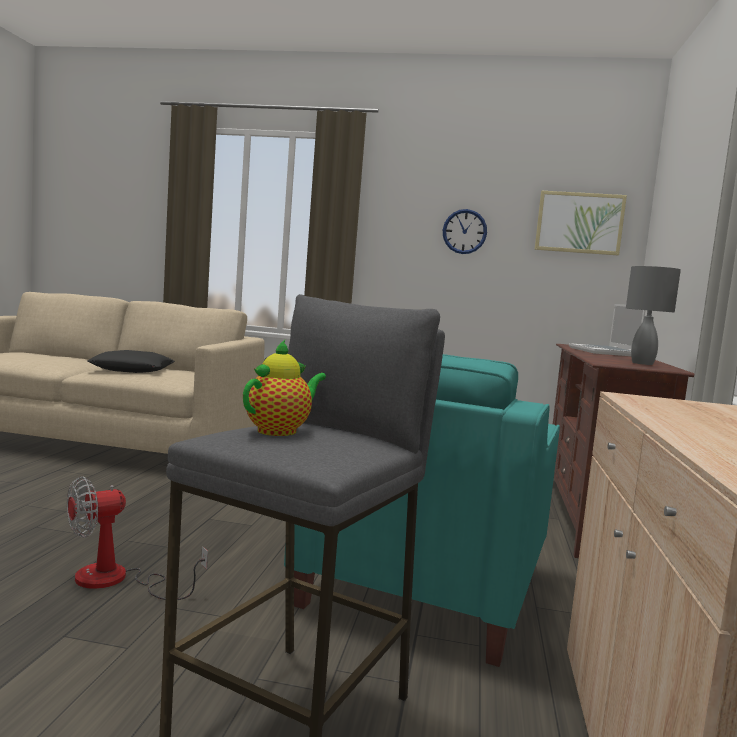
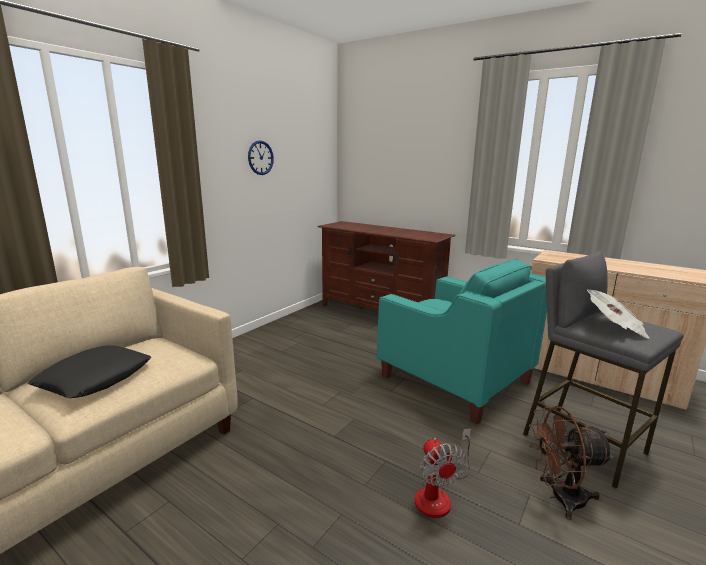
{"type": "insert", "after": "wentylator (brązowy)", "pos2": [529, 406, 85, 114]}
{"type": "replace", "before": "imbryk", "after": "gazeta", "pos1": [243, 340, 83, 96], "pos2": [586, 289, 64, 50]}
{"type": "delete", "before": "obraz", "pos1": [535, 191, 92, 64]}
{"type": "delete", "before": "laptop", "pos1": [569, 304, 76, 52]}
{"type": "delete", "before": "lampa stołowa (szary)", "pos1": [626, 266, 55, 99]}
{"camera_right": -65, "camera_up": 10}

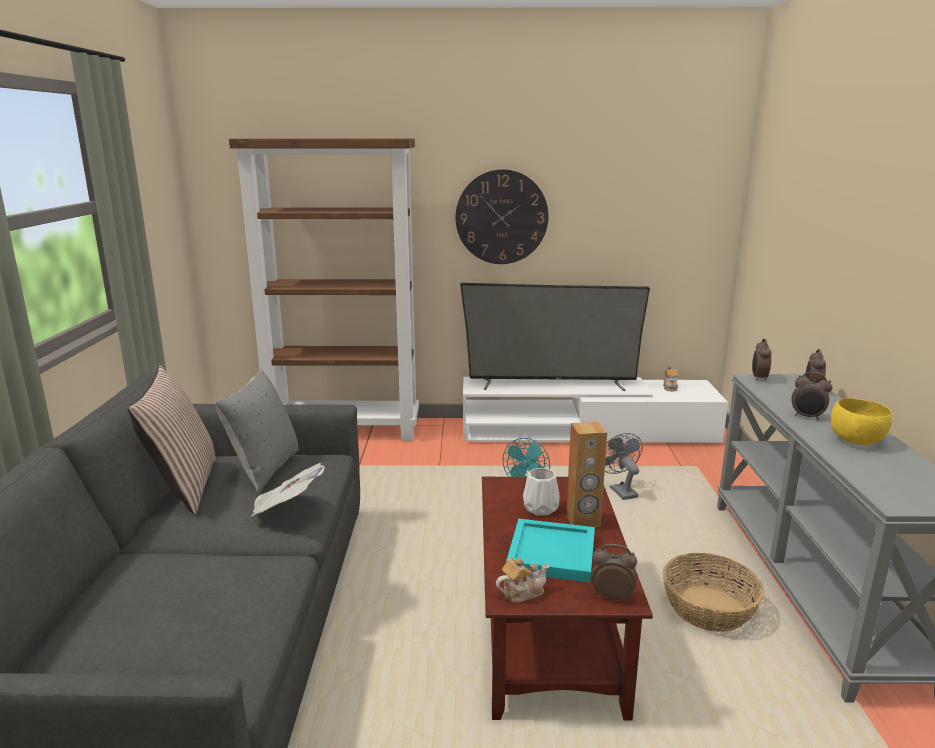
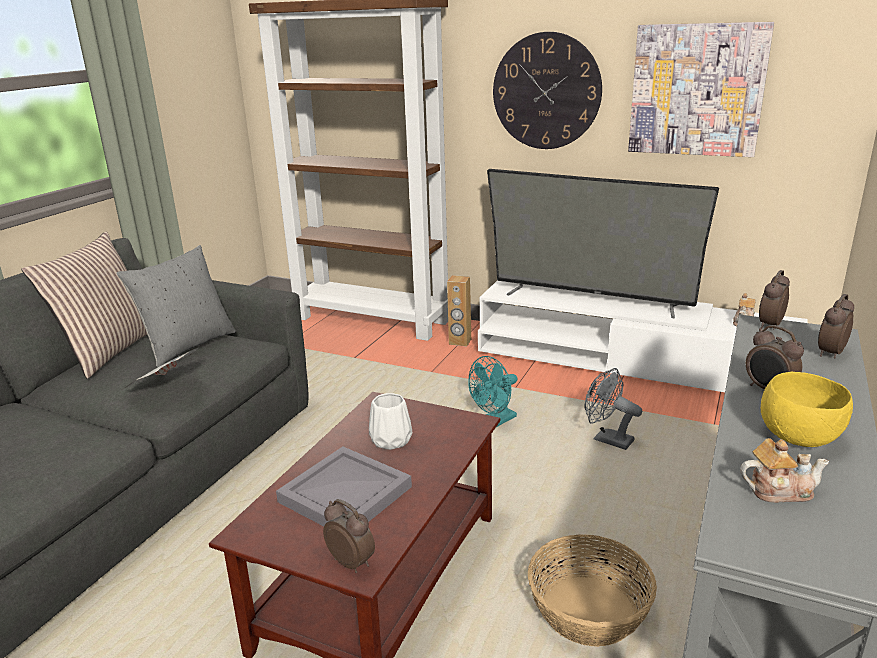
{"type": "recolor", "before": "taca (turkusowy)", "after": "taca (szary)", "pos1": [506, 519, 89, 64], "pos2": [276, 446, 136, 80]}
{"type": "move", "before": "głośnik (brązowy)", "pos1": [566, 422, 41, 105], "pos2": [447, 275, 24, 71]}
{"type": "rotate", "before": "wentylator (szary)", "pos1": [605, 433, 38, 67], "pos2": [584, 368, 58, 82], "turn": -60}
{"type": "insert", "after": "obraz", "pos2": [628, 22, 146, 135]}
{"type": "move", "before": "imbryk", "pos1": [496, 558, 53, 45], "pos2": [740, 438, 89, 65]}
{"camera_right": 25, "camera_up": 5}

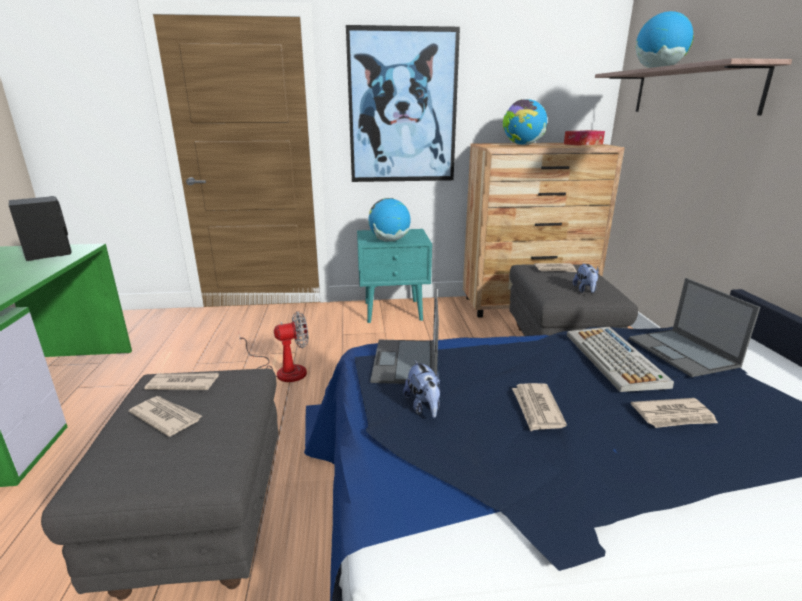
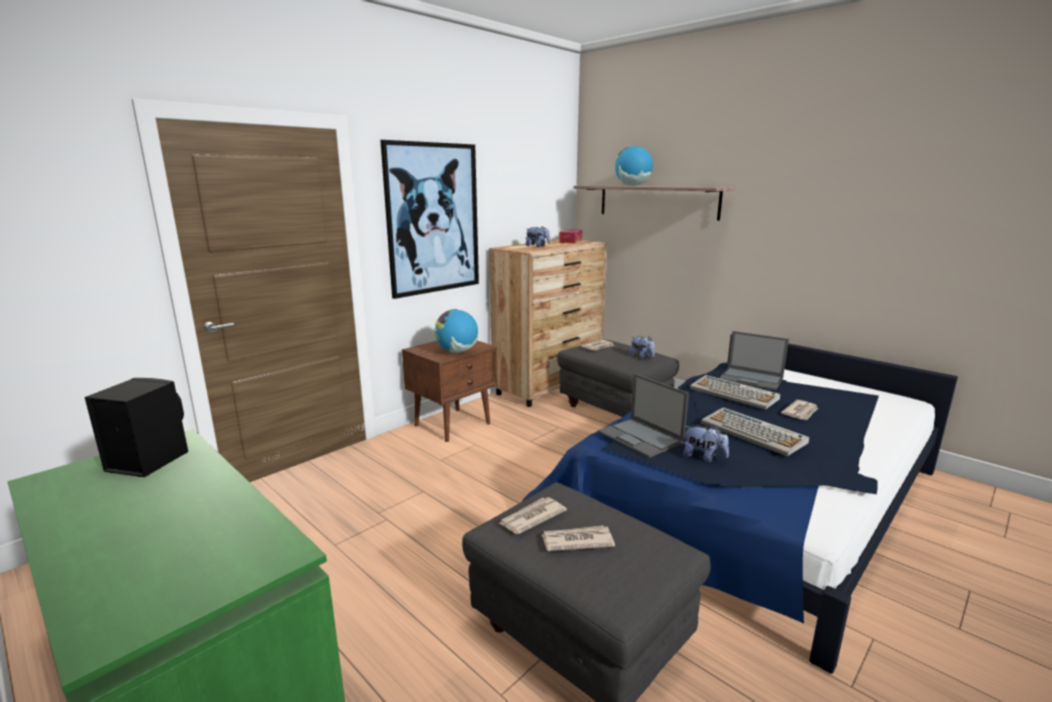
{"type": "recolor", "before": "szafka nocna (turkusowy)", "after": "szafka nocna (brązowy)", "pos1": [357, 229, 75, 94], "pos2": [402, 341, 96, 101]}
{"type": "replace", "before": "globus", "after": "pluszak", "pos1": [503, 99, 44, 46], "pos2": [526, 226, 24, 21]}
{"type": "replace", "before": "gazeta", "after": "klawiatura", "pos1": [512, 383, 55, 48], "pos2": [701, 407, 108, 49]}
{"type": "delete", "before": "wentylator", "pos1": [239, 311, 70, 71]}
{"camera_right": -40, "camera_up": -5}

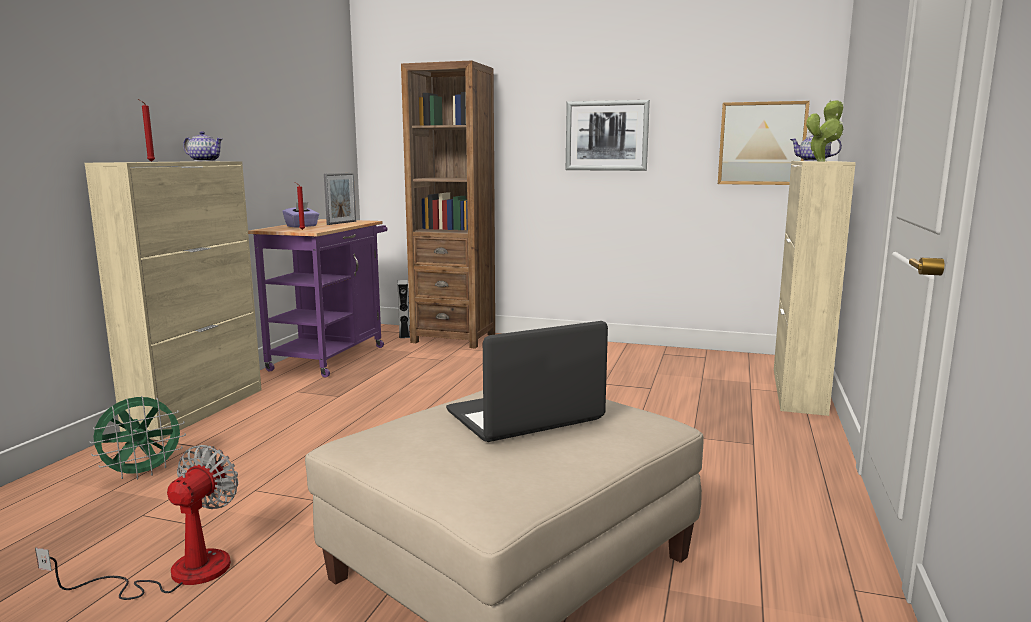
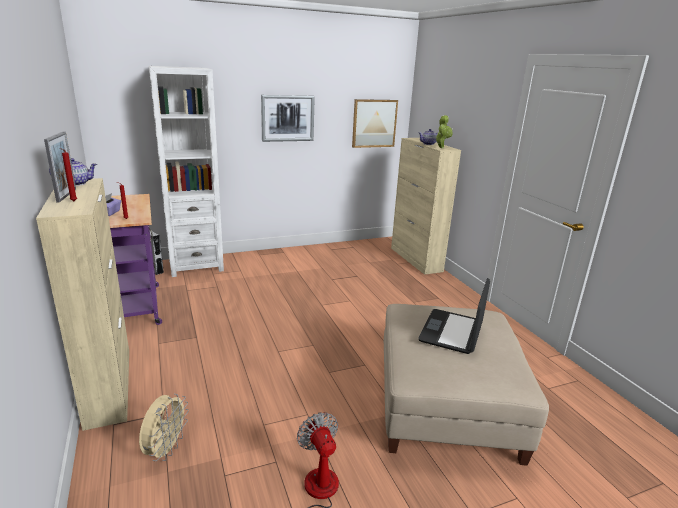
{"type": "move", "before": "ramka na zdjęcie", "pos1": [324, 173, 32, 52], "pos2": [44, 131, 32, 72]}
{"type": "recolor", "before": "wentylator (zielony)", "after": "wentylator (beżowy)", "pos1": [89, 396, 97, 84], "pos2": [139, 394, 50, 67]}
{"type": "recolor", "before": "regał (brązowy)", "after": "regał (biały)", "pos1": [401, 60, 94, 289], "pos2": [149, 66, 75, 211]}
{"camera_right": -40, "camera_up": 10}

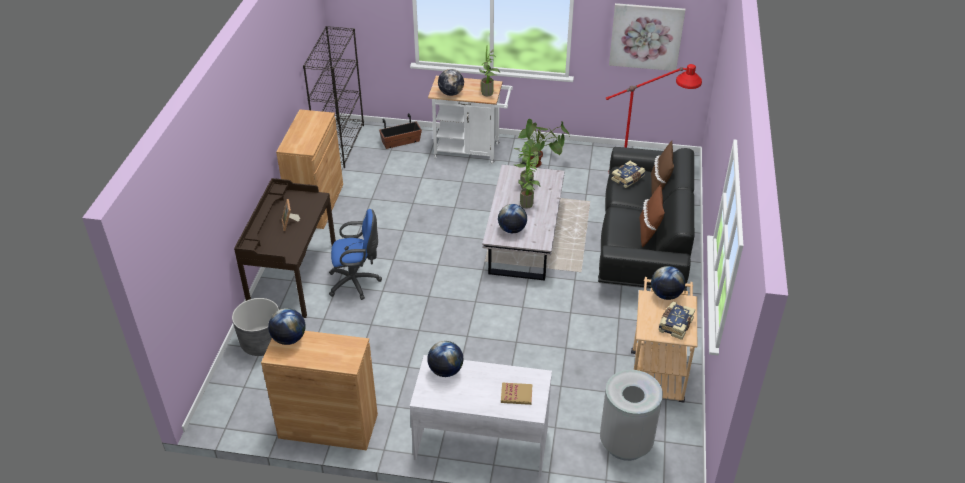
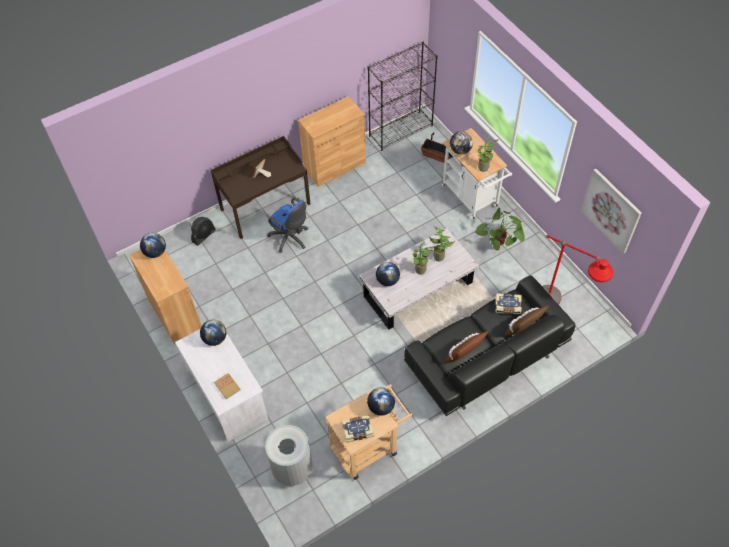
{"type": "replace", "before": "donica (szary)", "after": "wentylator (czarny)", "pos1": [232, 298, 47, 58], "pos2": [191, 217, 25, 29]}
{"camera_right": 50, "camera_up": 15}

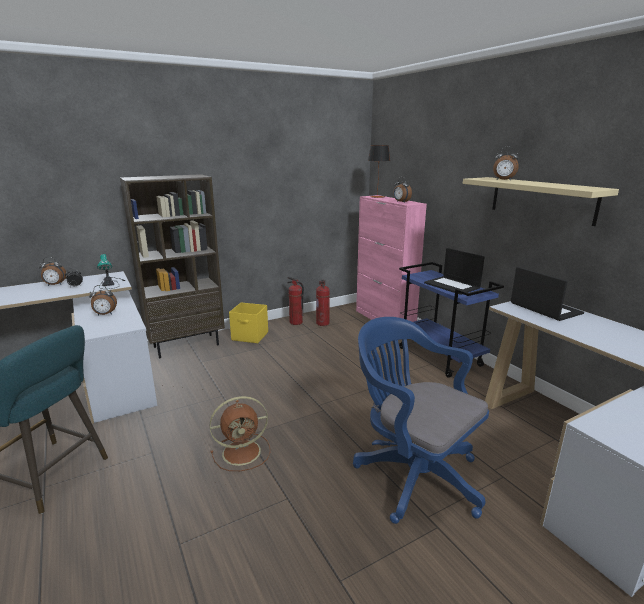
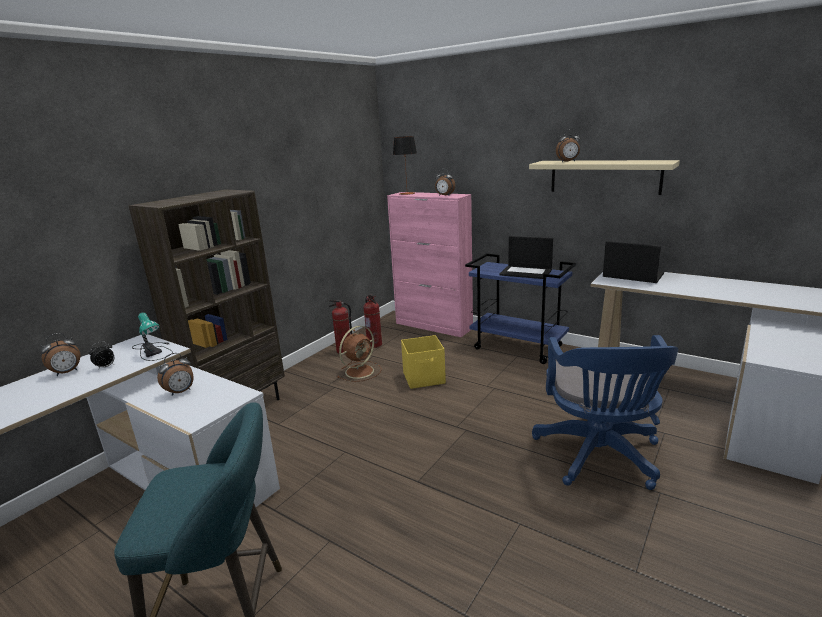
{"type": "move", "before": "wentylator (brązowy)", "pos1": [210, 396, 60, 75], "pos2": [337, 326, 45, 56]}
{"type": "move", "before": "pojemnik do przechowywania (żółty)", "pos1": [229, 302, 39, 41], "pos2": [401, 335, 45, 54]}
{"type": "rotate", "before": "krzesło biurowe (niebieski)", "pos1": [353, 317, 136, 207], "pos2": [532, 335, 146, 155], "turn": -105}
{"camera_right": -25, "camera_up": 0}

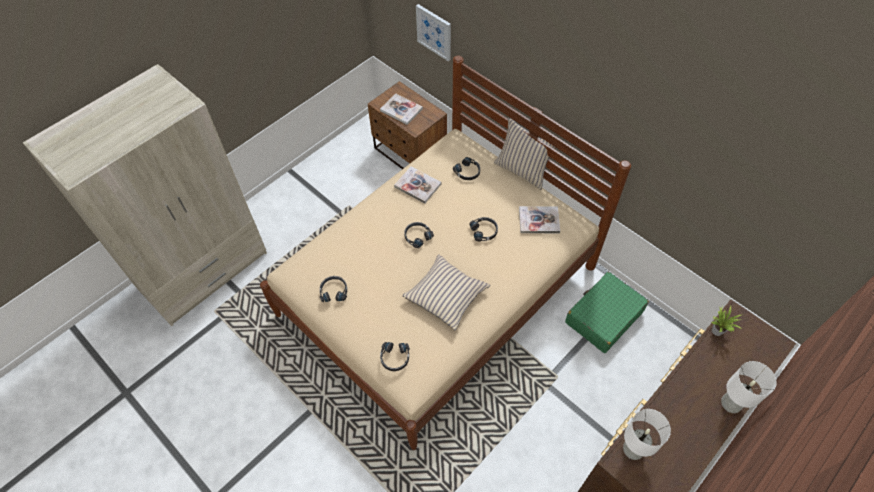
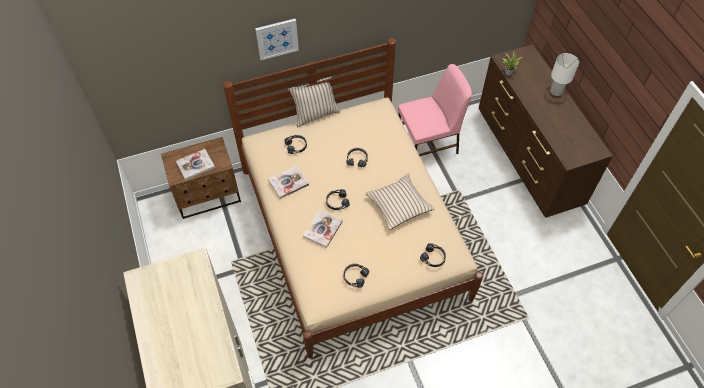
{"type": "move", "before": "obraz", "pos1": [416, 4, 35, 57], "pos2": [255, 19, 44, 41]}
{"type": "move", "before": "książka", "pos1": [519, 206, 41, 27], "pos2": [303, 210, 40, 38]}
{"type": "replace", "before": "walizka (zielony)", "after": "krzesło (różowy)", "pos1": [565, 272, 84, 81], "pos2": [398, 64, 74, 92]}
{"type": "delete", "before": "lampa stołowa (biały)", "pos1": [623, 409, 48, 51]}
{"camera_right": -65, "camera_up": 0}

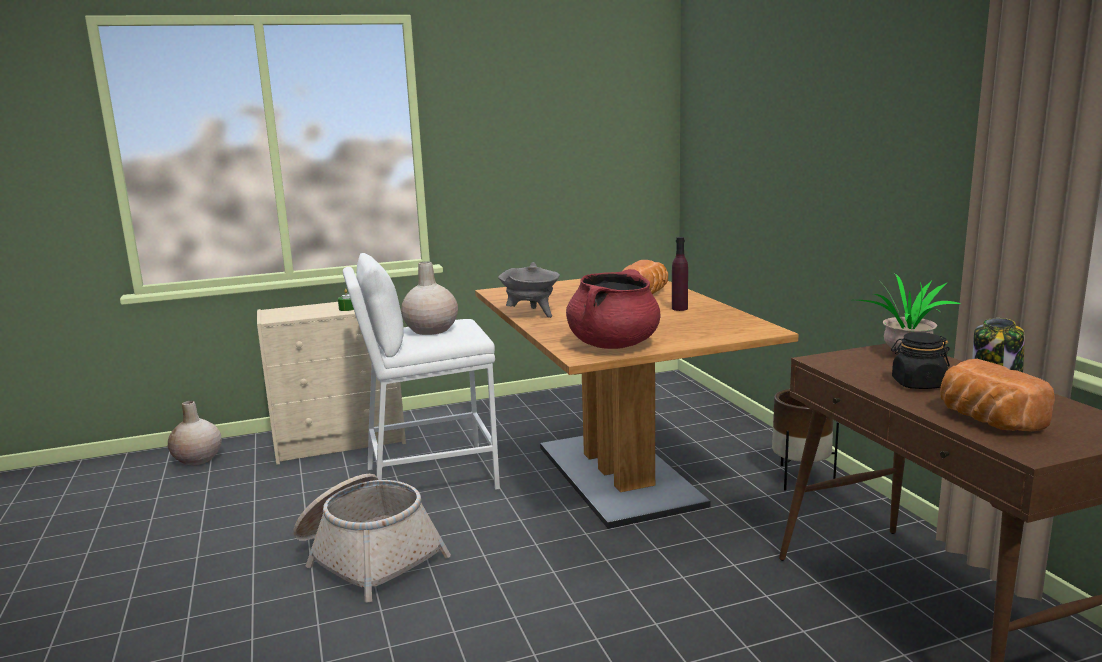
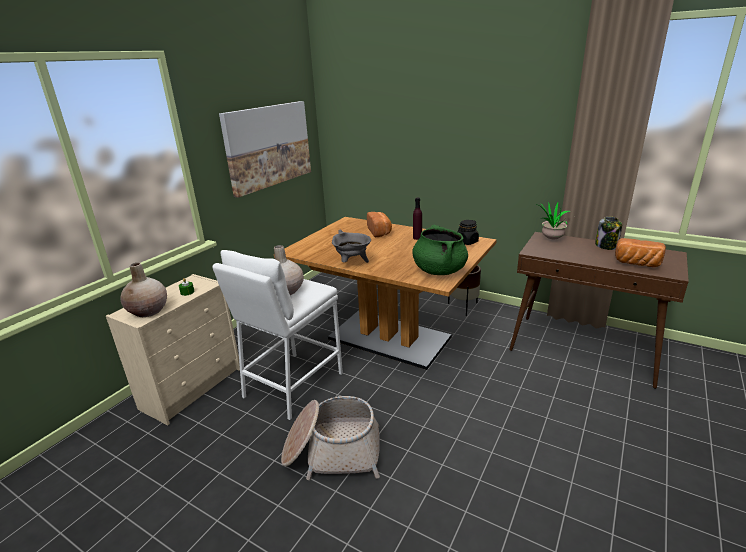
{"type": "move", "before": "wazon (beżowy)", "pos1": [168, 401, 54, 65], "pos2": [120, 263, 47, 54]}
{"type": "insert", "after": "obraz", "pos2": [219, 101, 92, 97]}
{"type": "recolor", "before": "garnek (czerwony)", "after": "garnek (zielony)", "pos1": [566, 269, 95, 80], "pos2": [412, 225, 56, 50]}
{"type": "move", "before": "słoik (czarny)", "pos1": [891, 332, 59, 57], "pos2": [457, 220, 22, 25]}
{"camera_right": -40, "camera_up": 10}

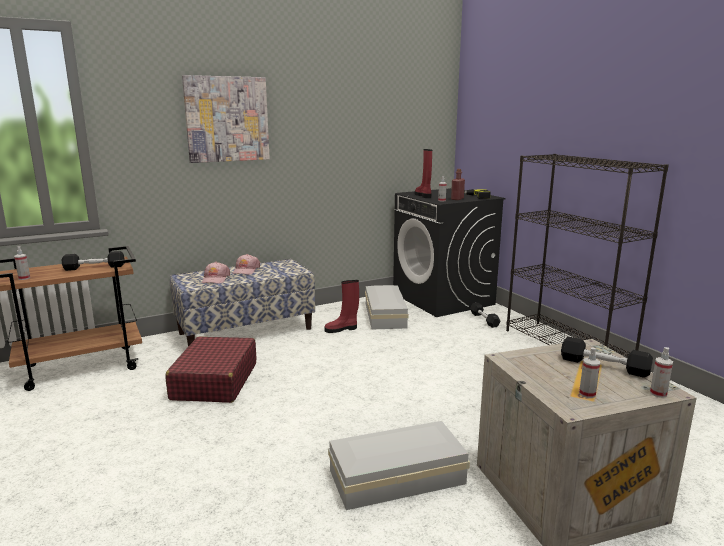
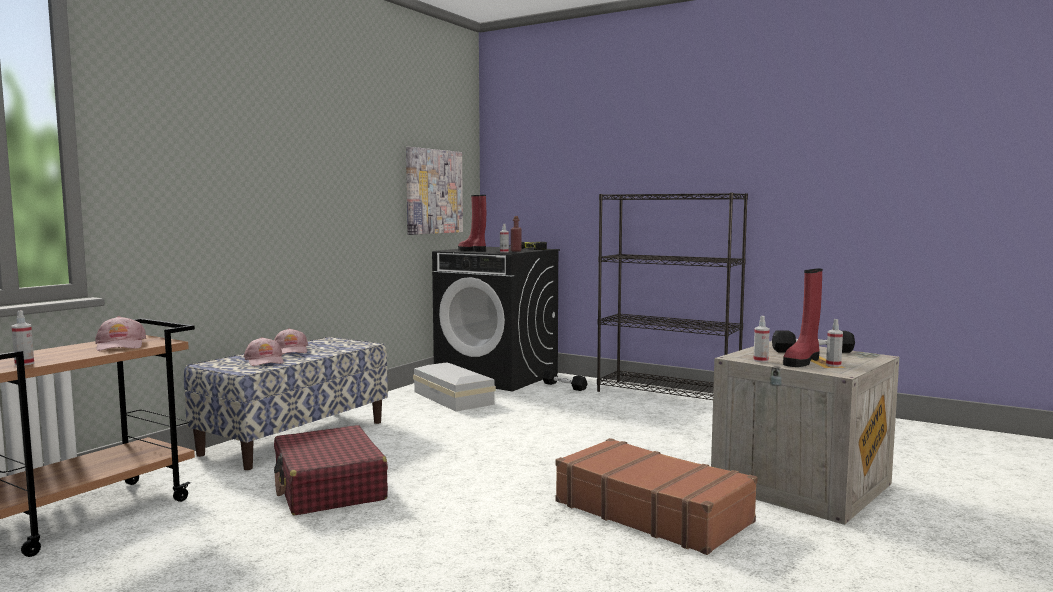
{"type": "replace", "before": "hantel (czarny)", "after": "czapka z daszkiem (różowy)", "pos1": [62, 251, 63, 20], "pos2": [95, 316, 51, 35]}
{"type": "move", "before": "obraz", "pos1": [182, 75, 88, 88], "pos2": [406, 147, 57, 88]}
{"type": "replace", "before": "pojemnik do przechowywania (biały)", "after": "walizka (brązowy)", "pos1": [328, 421, 142, 89], "pos2": [555, 438, 203, 117]}
{"type": "move", "before": "spryskiwacz", "pos1": [650, 347, 23, 51], "pos2": [753, 316, 17, 46]}
{"type": "move", "before": "but z cholewką (czerwony)", "pos1": [324, 280, 35, 53], "pos2": [783, 269, 40, 98]}
{"camera_right": -30, "camera_up": -10}

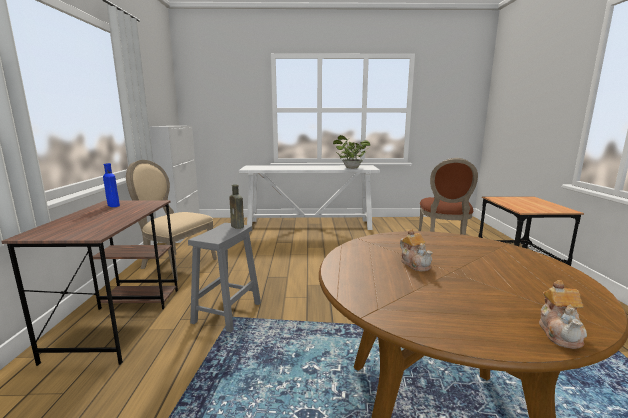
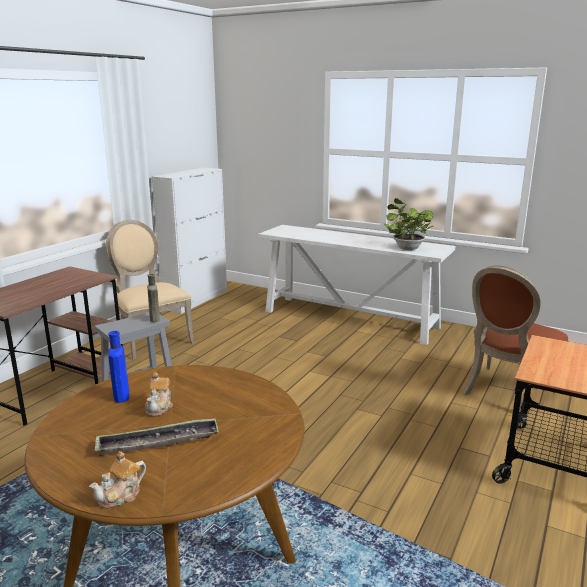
{"type": "insert", "after": "taca", "pos2": [94, 418, 125, 38]}
{"type": "move", "before": "butelka (niebieski)", "pos1": [103, 163, 17, 44], "pos2": [108, 331, 21, 72]}
{"camera_right": 30, "camera_up": 5}

